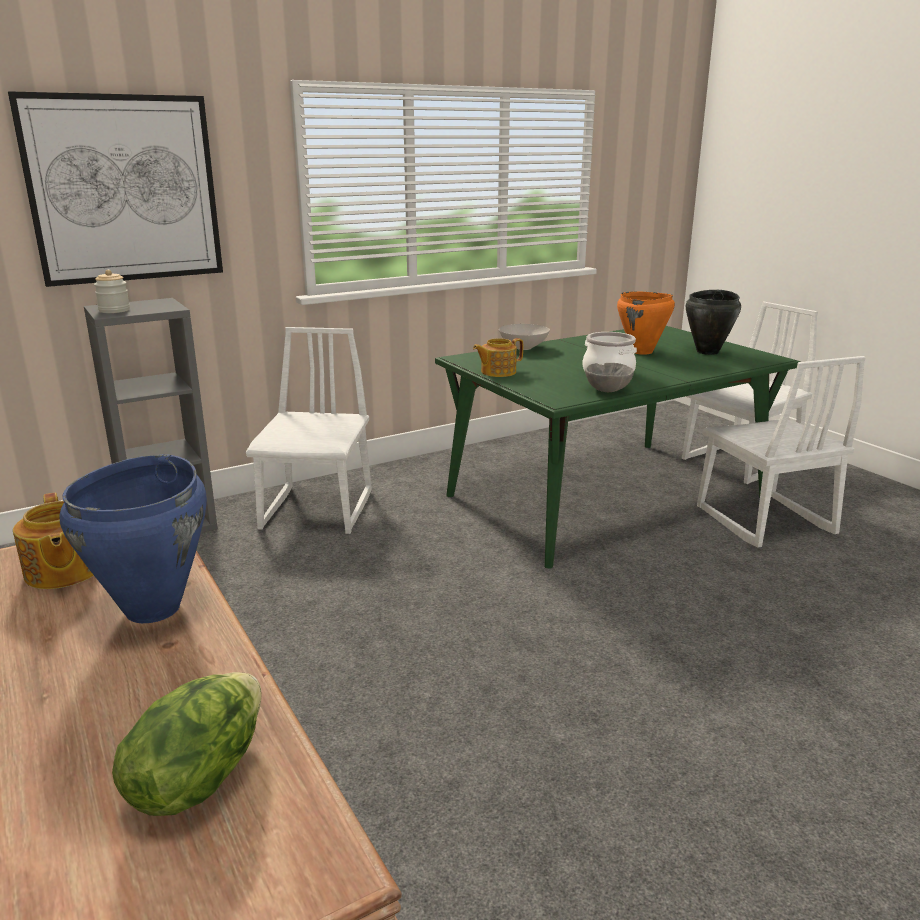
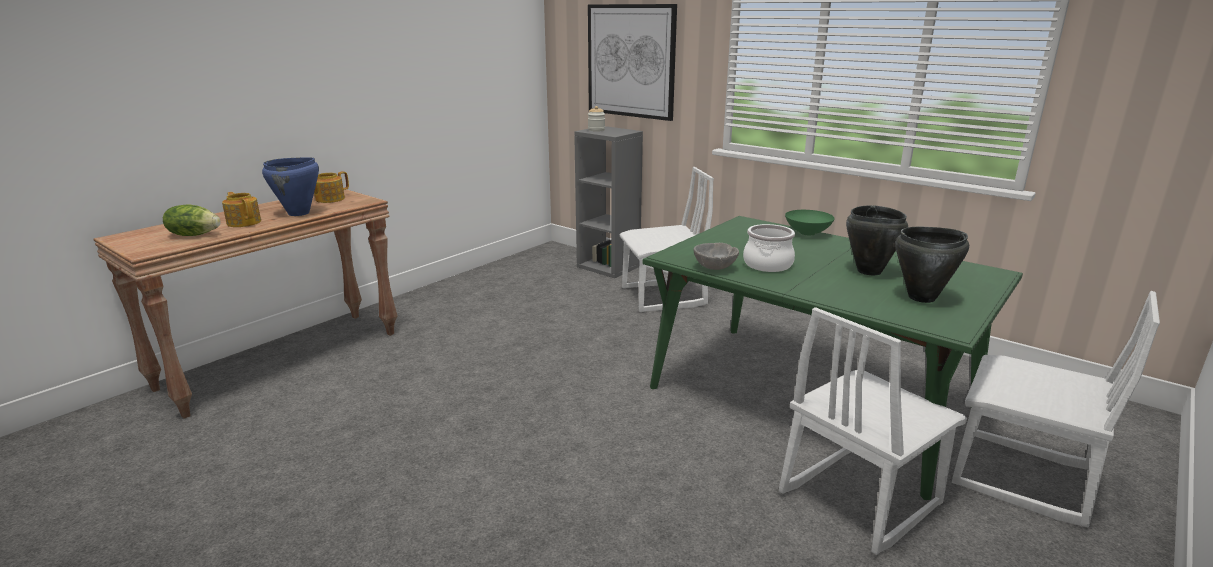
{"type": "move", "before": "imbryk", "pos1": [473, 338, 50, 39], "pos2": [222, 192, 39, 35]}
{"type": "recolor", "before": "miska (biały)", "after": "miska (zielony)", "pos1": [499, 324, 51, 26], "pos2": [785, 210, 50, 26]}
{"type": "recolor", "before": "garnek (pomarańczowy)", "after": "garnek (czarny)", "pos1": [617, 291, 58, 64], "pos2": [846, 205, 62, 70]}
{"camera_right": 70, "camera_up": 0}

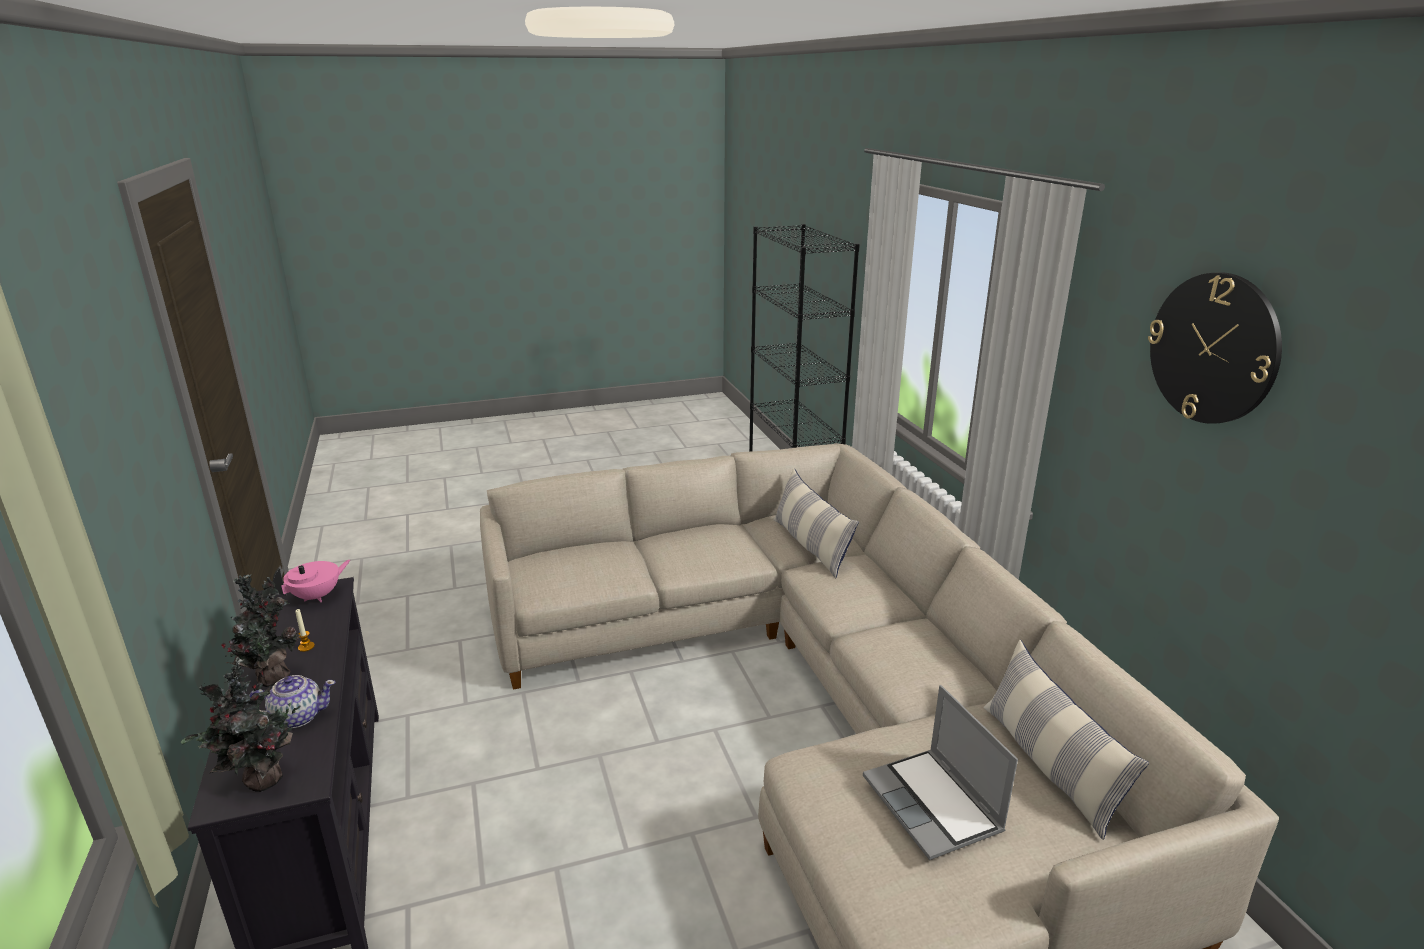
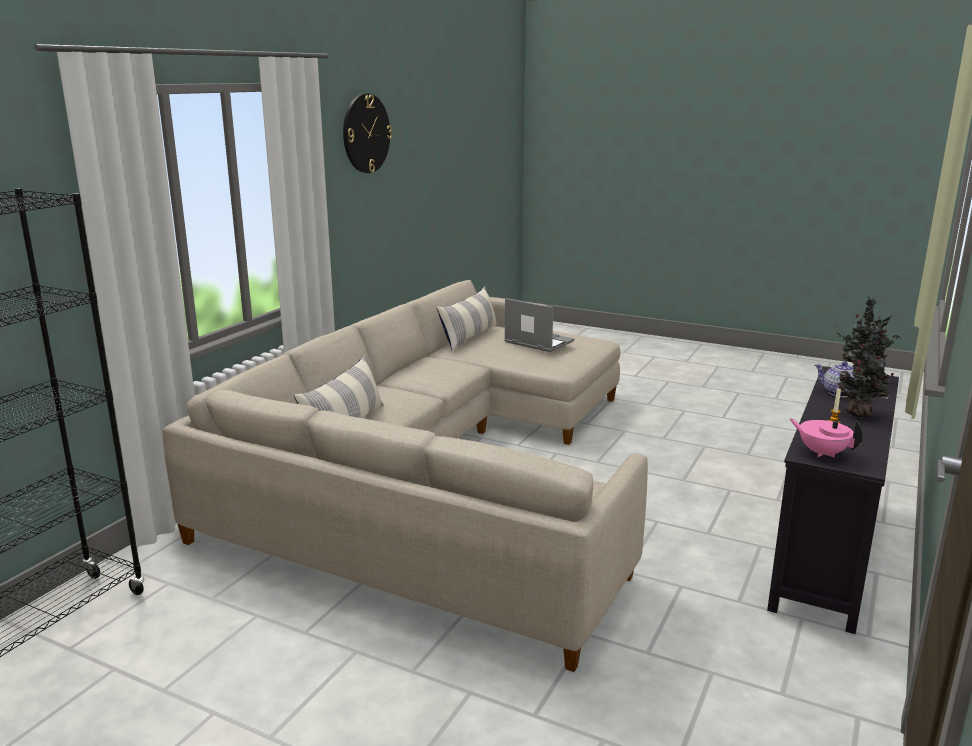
{"type": "rotate", "before": "laptop", "pos1": [863, 685, 155, 175], "pos2": [504, 298, 70, 54], "turn": -75}
{"type": "rotate", "before": "imbryk (różowy)", "pos1": [273, 560, 78, 42], "pos2": [790, 419, 73, 39], "turn": 45}
{"camera_right": -135, "camera_up": -5}

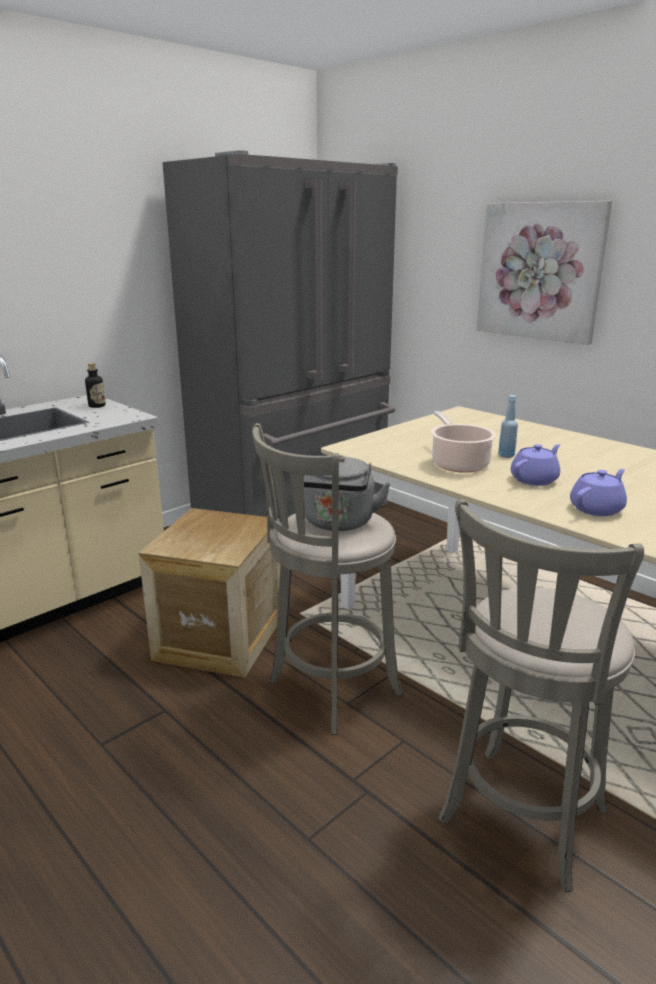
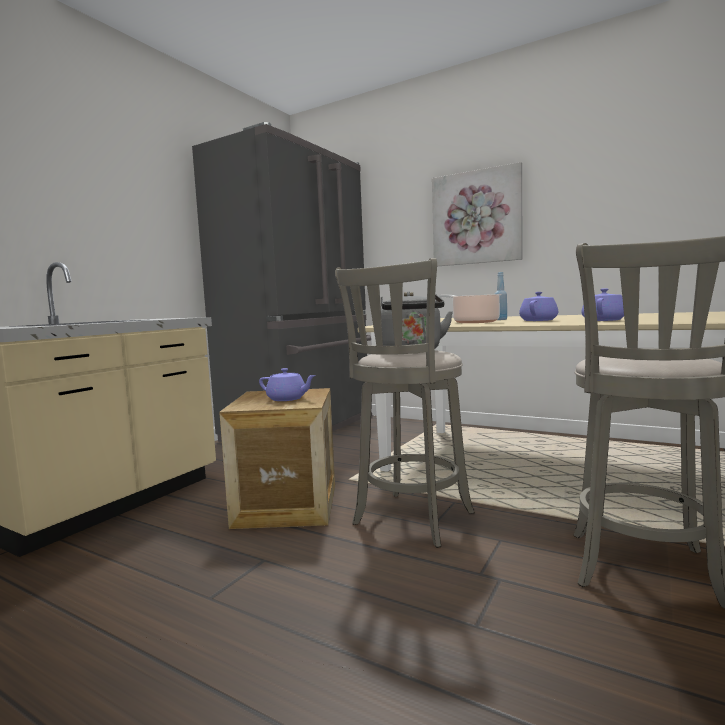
{"type": "insert", "after": "imbryk (fioletowy)", "pos2": [259, 368, 57, 33]}
{"type": "delete", "before": "butelka", "pos1": [85, 363, 21, 45]}
{"camera_right": -15, "camera_up": -15}

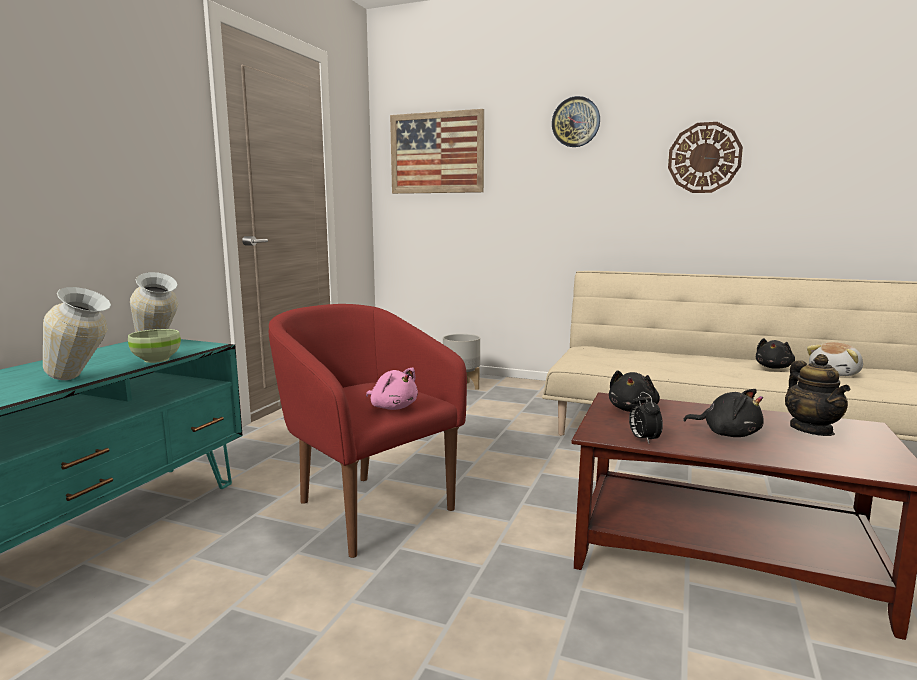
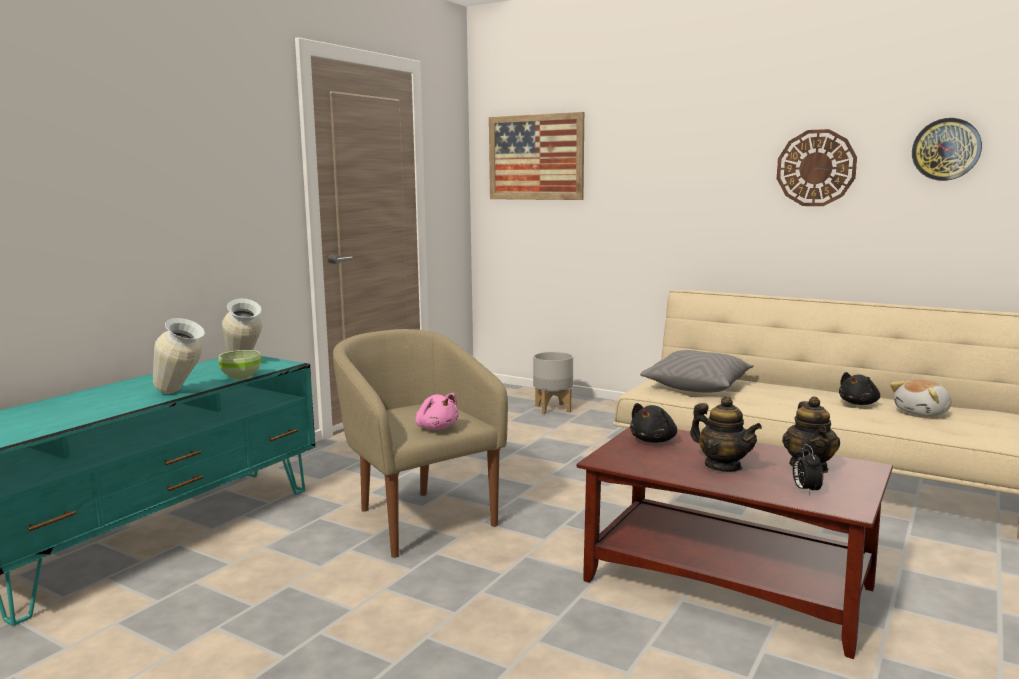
{"type": "recolor", "before": "fotel (czerwony)", "after": "fotel (beżowy)", "pos1": [269, 304, 198, 254], "pos2": [333, 329, 175, 229]}
{"type": "insert", "after": "poduszka (szary)", "pos2": [640, 350, 114, 42]}
{"type": "replace", "before": "pluszak (czarny)", "after": "imbryk", "pos1": [683, 389, 81, 48], "pos2": [690, 396, 72, 76]}
{"type": "move", "before": "budzik", "pos1": [629, 392, 34, 51], "pos2": [793, 444, 30, 51]}
{"type": "move", "before": "zegar ścienny", "pos1": [552, 96, 48, 51], "pos2": [912, 118, 70, 63]}
{"camera_right": 10, "camera_up": 0}

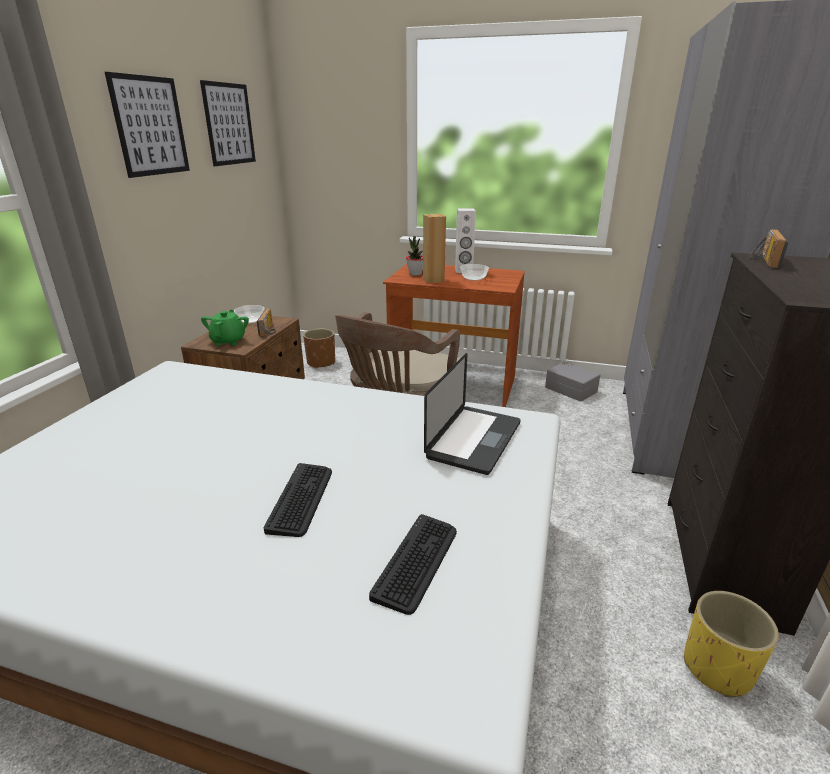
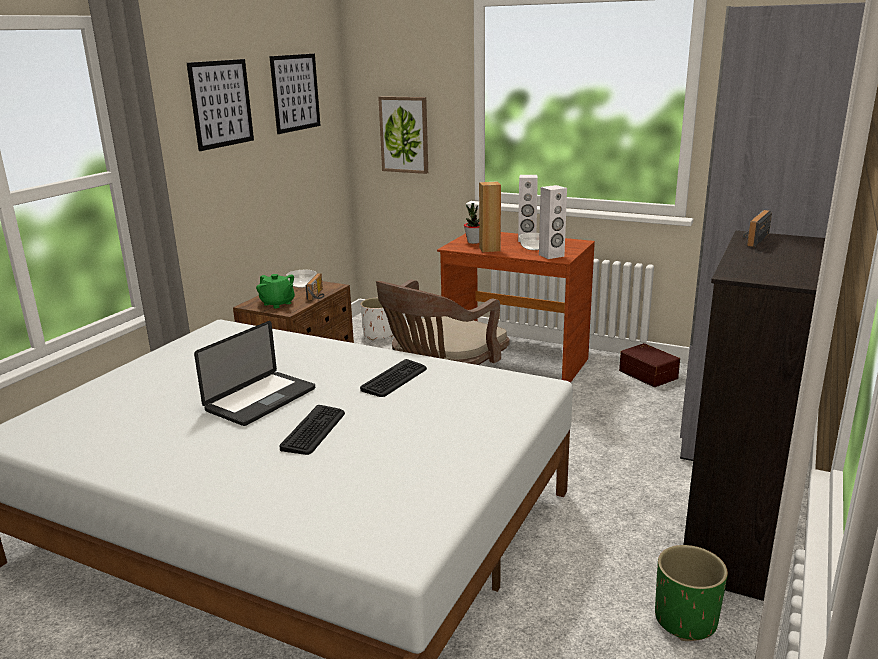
{"type": "move", "before": "laptop", "pos1": [424, 353, 97, 122], "pos2": [194, 321, 121, 105]}
{"type": "rotate", "before": "imbryk (zielony)", "pos1": [201, 310, 48, 36], "pos2": [256, 274, 39, 34], "turn": 120}
{"type": "move", "before": "klawiatura", "pos1": [369, 514, 88, 101], "pos2": [360, 359, 67, 38]}
{"type": "recolor", "before": "donica (brązowy)", "after": "donica (biały)", "pos1": [303, 328, 32, 41], "pos2": [361, 297, 32, 43]}
{"type": "insert", "after": "obraz", "pos2": [378, 96, 50, 78]}
{"type": "insert", "after": "głośnik (biały)", "pos2": [539, 185, 28, 74]}
{"type": "recolor", "before": "pojemnik do przechowywania (szary)", "after": "pojemnik do przechowywania (brązowy)", "pos1": [545, 362, 55, 40], "pos2": [619, 343, 61, 44]}
{"type": "recolor", "before": "donica (żółty)", "after": "donica (zielony)", "pos1": [684, 591, 95, 107], "pos2": [655, 545, 73, 96]}
{"camera_right": 10, "camera_up": -5}

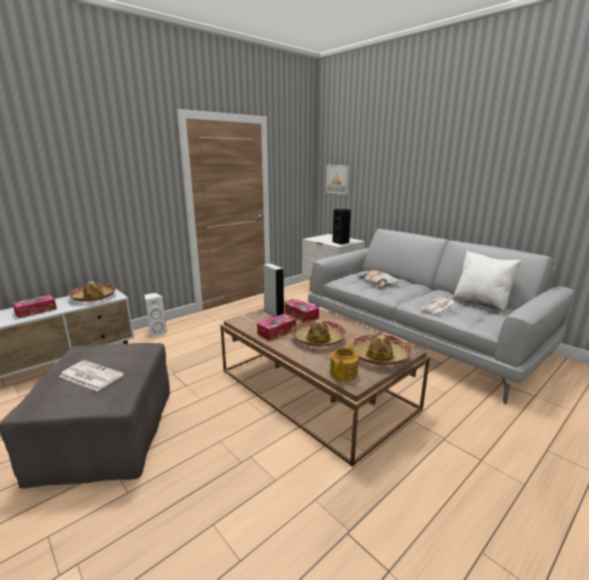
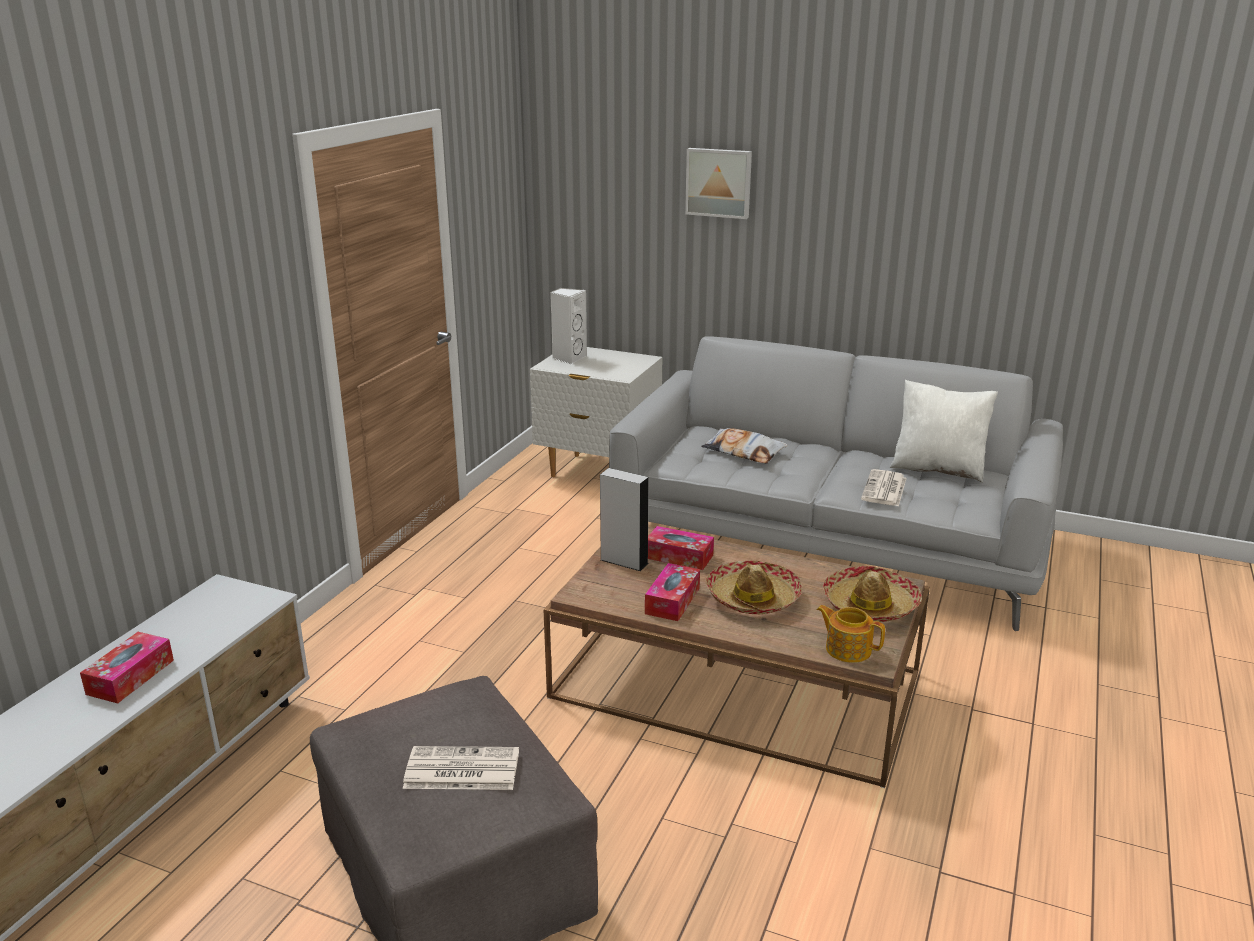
{"type": "move", "before": "głośnik (biały)", "pos1": [144, 292, 23, 45], "pos2": [550, 288, 37, 76]}
{"type": "move", "before": "obraz", "pos1": [326, 165, 24, 29], "pos2": [685, 148, 67, 71]}
{"type": "rotate", "before": "imbryk", "pos1": [330, 344, 29, 38], "pos2": [816, 605, 69, 58], "turn": -60}
{"type": "delete", "before": "kapelusz", "pos1": [68, 281, 48, 21]}
{"type": "delete", "before": "głośnik (czarny)", "pos1": [332, 209, 19, 36]}
{"camera_right": -25, "camera_up": 5}

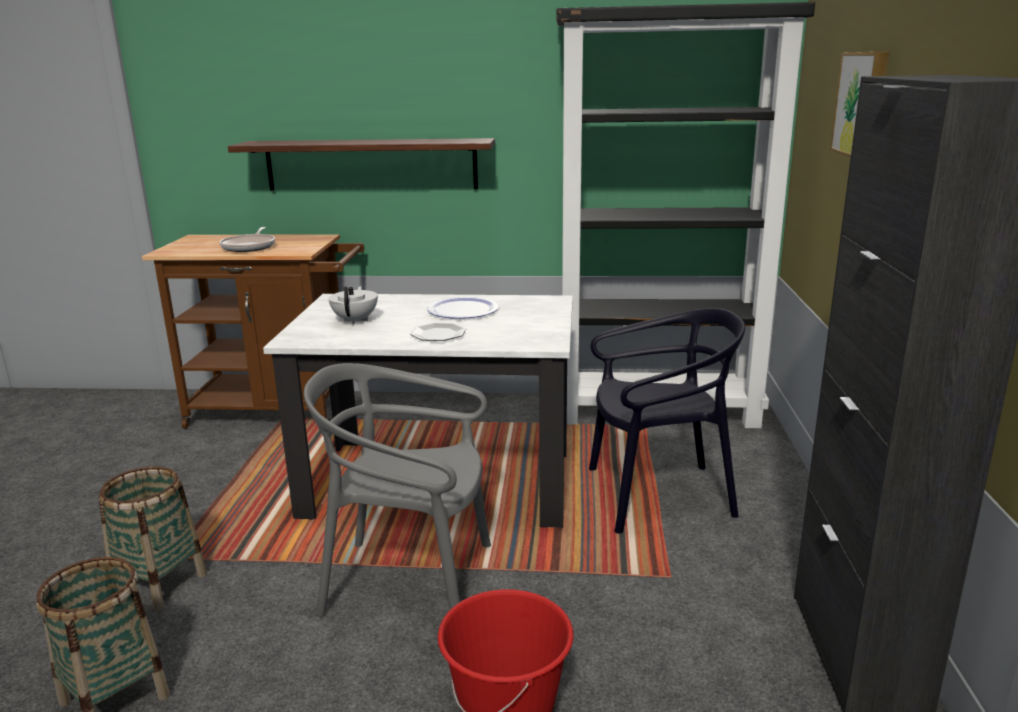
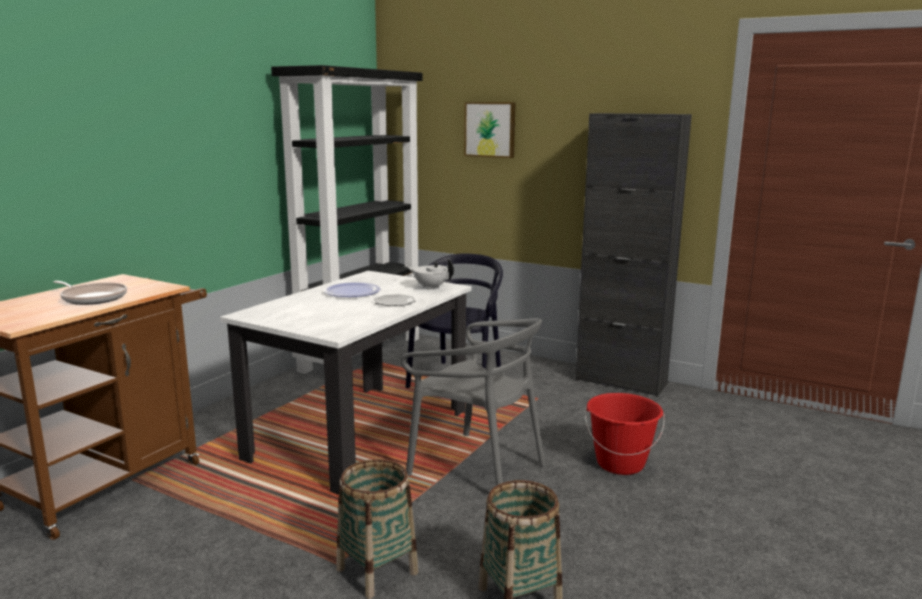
{"type": "rotate", "before": "krzesło (szary)", "pos1": [304, 363, 187, 253], "pos2": [401, 318, 144, 168], "turn": -90}
{"type": "move", "before": "imbryk (biały)", "pos1": [328, 286, 50, 38], "pos2": [408, 259, 46, 31]}
{"type": "delete", "before": "półka", "pos1": [228, 138, 267, 52]}
{"camera_right": -65, "camera_up": -5}

